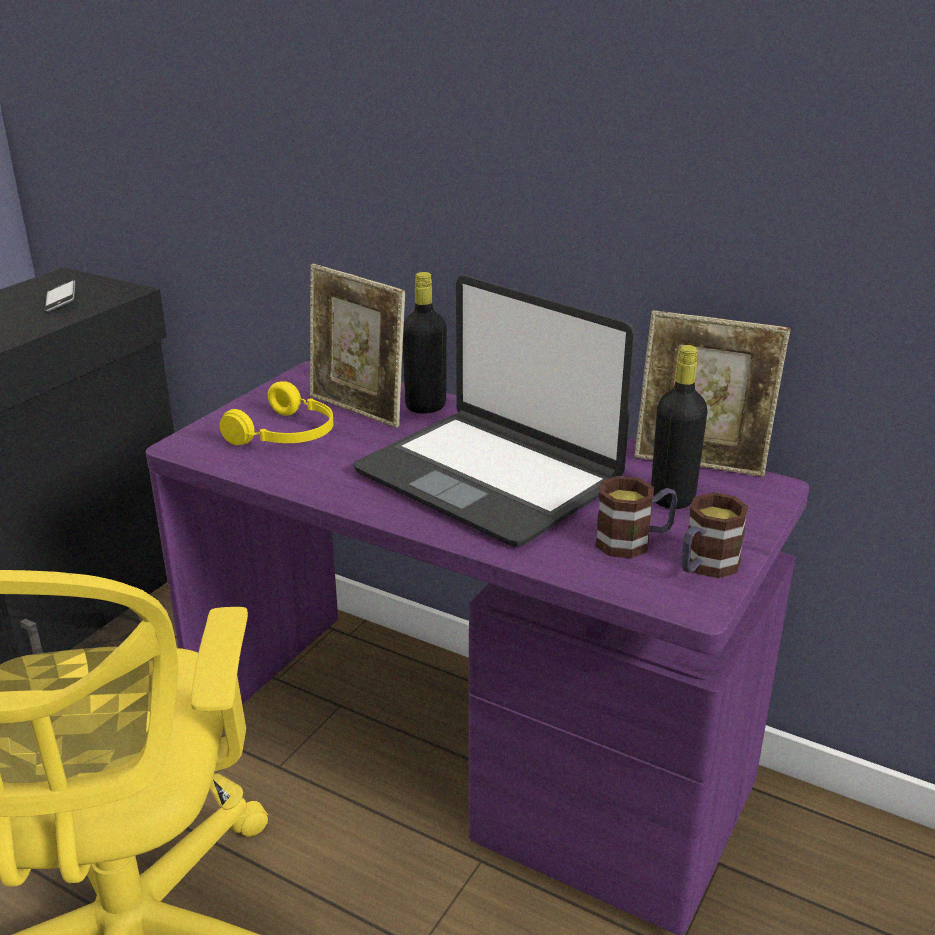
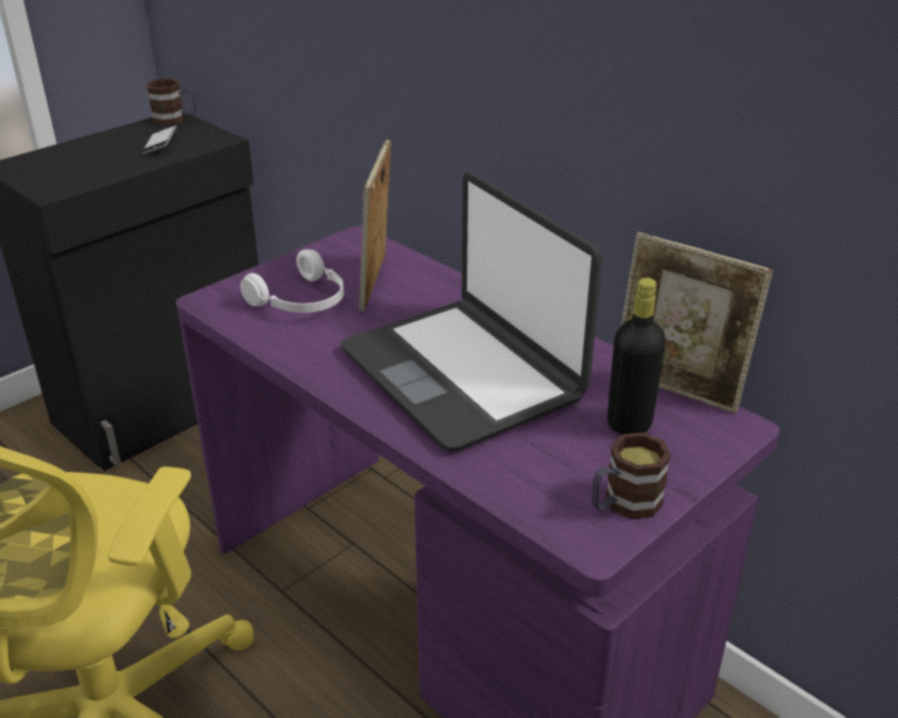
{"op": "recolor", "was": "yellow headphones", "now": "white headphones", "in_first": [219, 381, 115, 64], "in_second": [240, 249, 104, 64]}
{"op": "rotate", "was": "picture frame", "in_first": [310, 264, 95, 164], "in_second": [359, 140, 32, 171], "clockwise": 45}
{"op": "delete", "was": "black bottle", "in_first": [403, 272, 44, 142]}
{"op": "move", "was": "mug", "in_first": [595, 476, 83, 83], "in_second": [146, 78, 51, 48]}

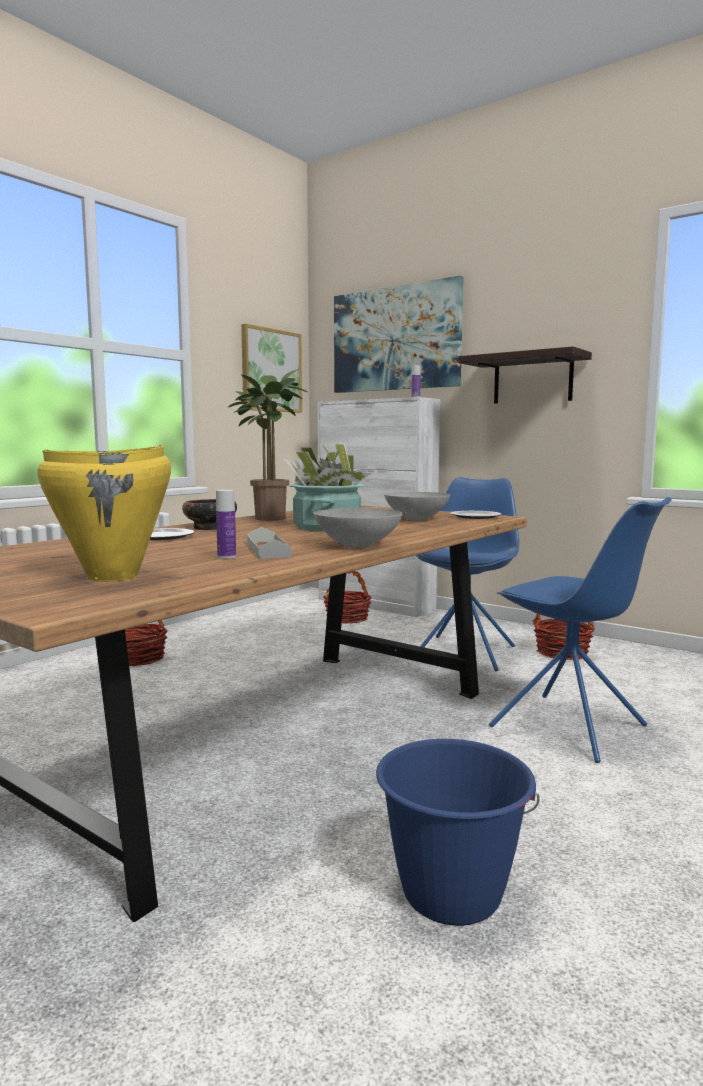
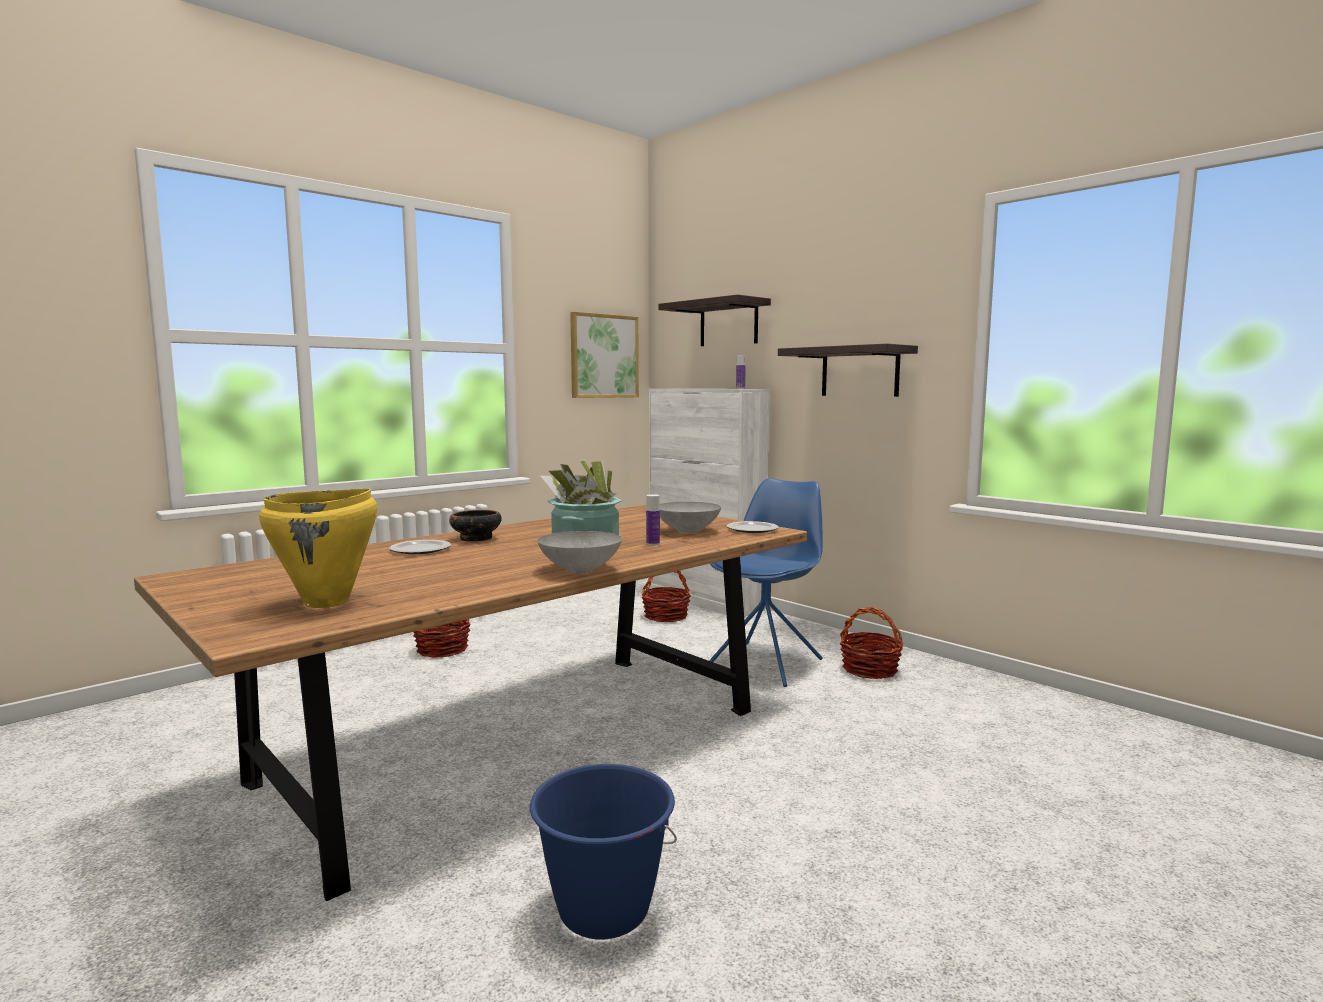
{"op": "move", "was": "bottle", "in_first": [216, 490, 20, 69], "in_second": [646, 494, 14, 51]}
{"op": "delete", "was": "potted plant", "in_first": [227, 369, 80, 152]}
{"op": "delete", "was": "grey tray", "in_first": [247, 527, 45, 32]}
{"op": "replace", "was": "picture", "now": "shelf", "in_first": [334, 276, 129, 117], "in_second": [658, 295, 113, 51]}
{"op": "delete", "was": "blue chair", "in_first": [489, 497, 183, 266]}

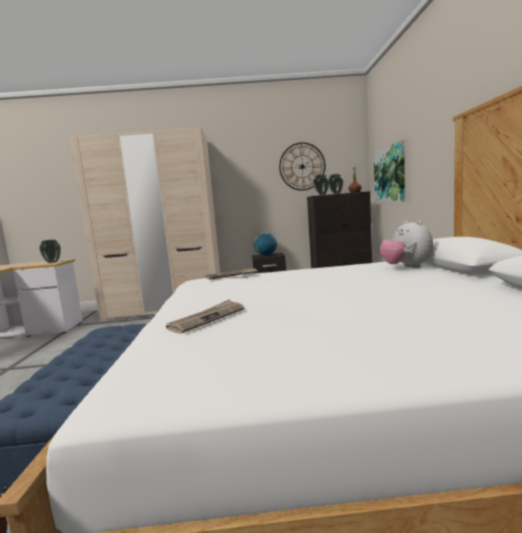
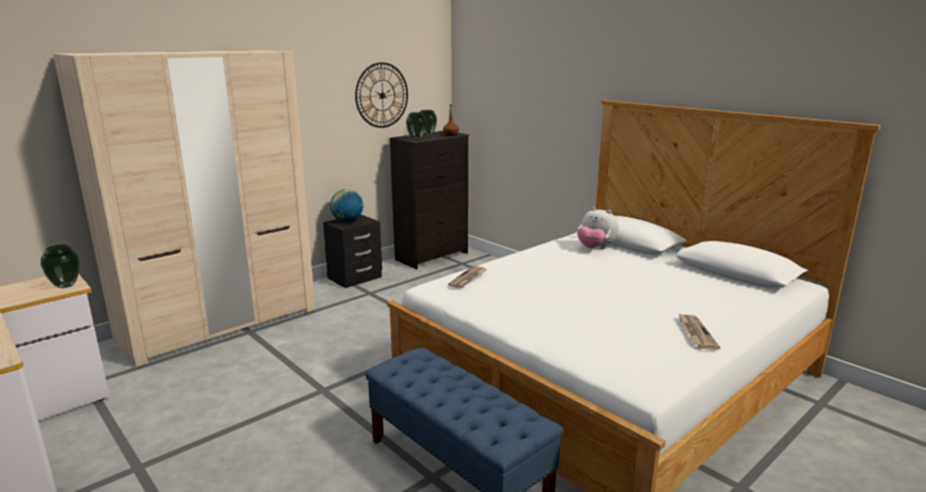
{"op": "move", "was": "newspaper", "in_first": [166, 299, 78, 35], "in_second": [678, 313, 42, 37]}
{"op": "delete", "was": "picture", "in_first": [374, 140, 31, 64]}

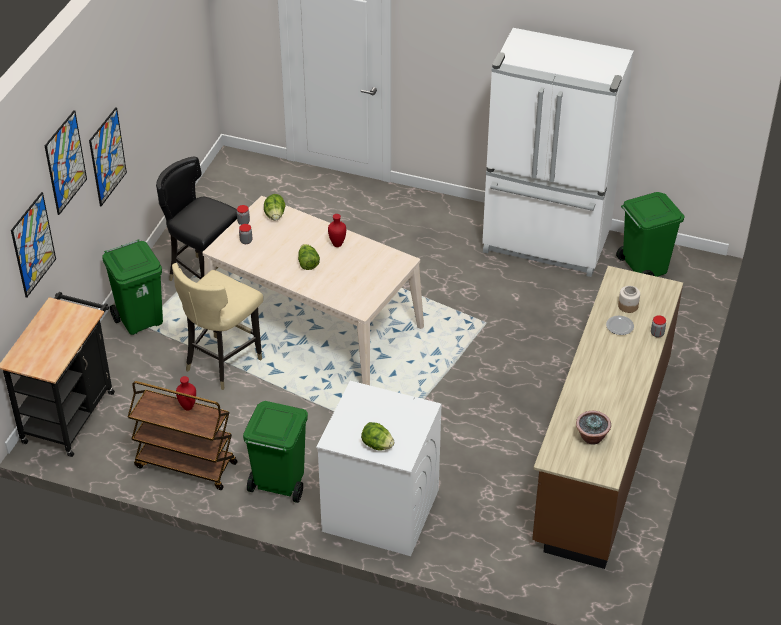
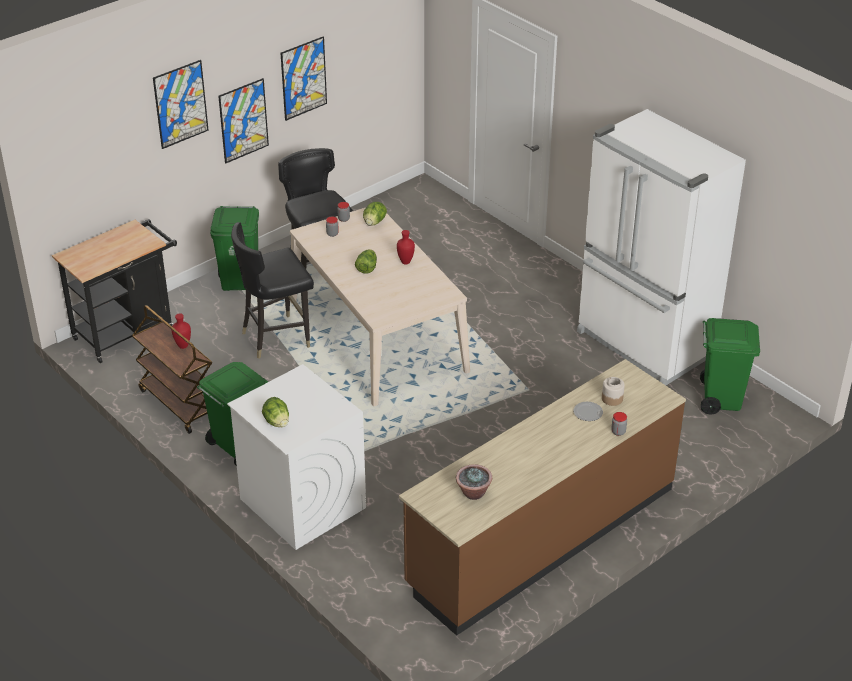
{"op": "move", "was": "picture", "in_first": [11, 192, 45, 106], "in_second": [281, 37, 46, 84]}
{"op": "recolor", "was": "beige chair", "now": "black chair", "in_first": [172, 263, 91, 127], "in_second": [231, 222, 83, 137]}

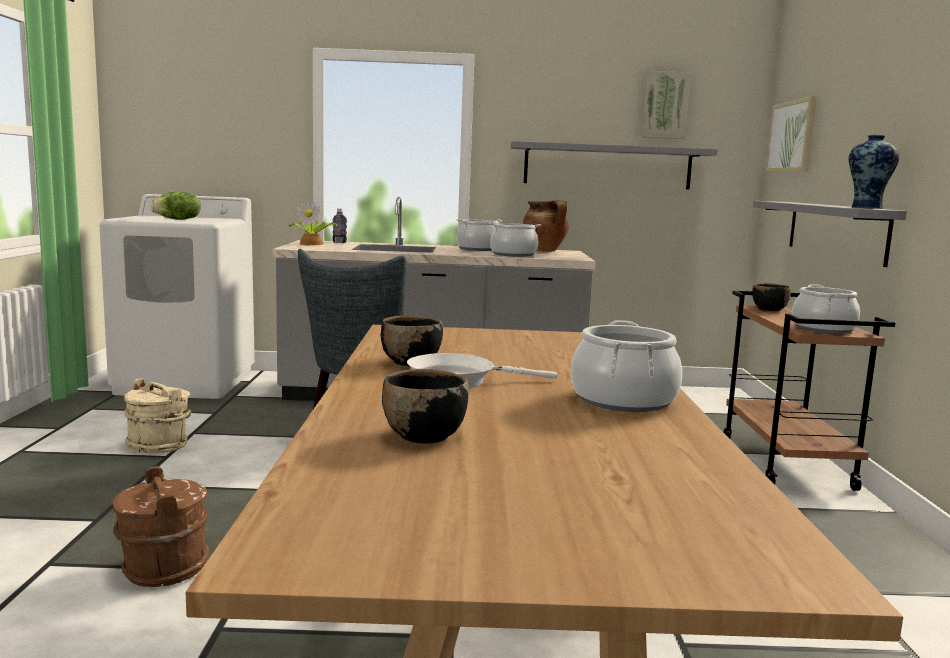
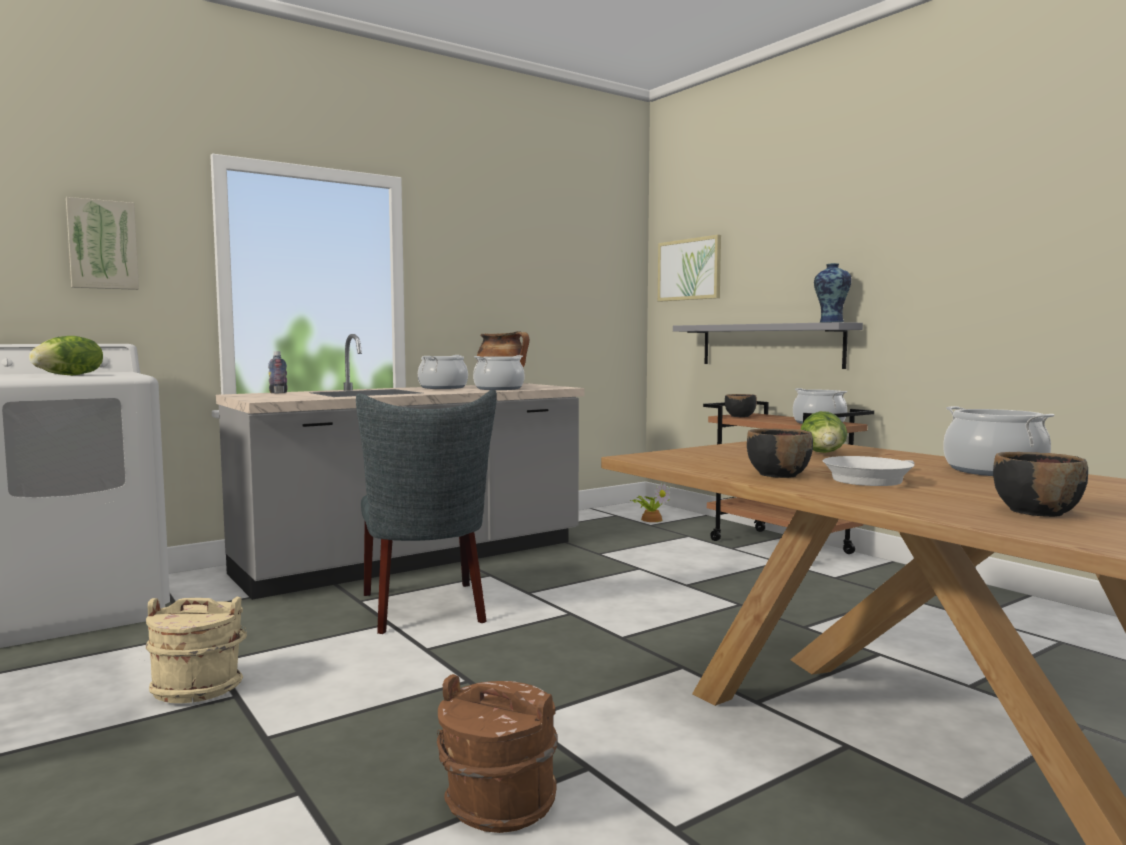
{"op": "move", "was": "potted plant", "in_first": [289, 200, 48, 45], "in_second": [630, 482, 41, 40]}
{"op": "delete", "was": "grey shelf", "in_first": [511, 141, 206, 49]}
{"op": "move", "was": "picture", "in_first": [641, 71, 50, 68], "in_second": [66, 197, 73, 93]}
{"op": "insert", "now": "lettuce", "in_second": [801, 411, 47, 42]}

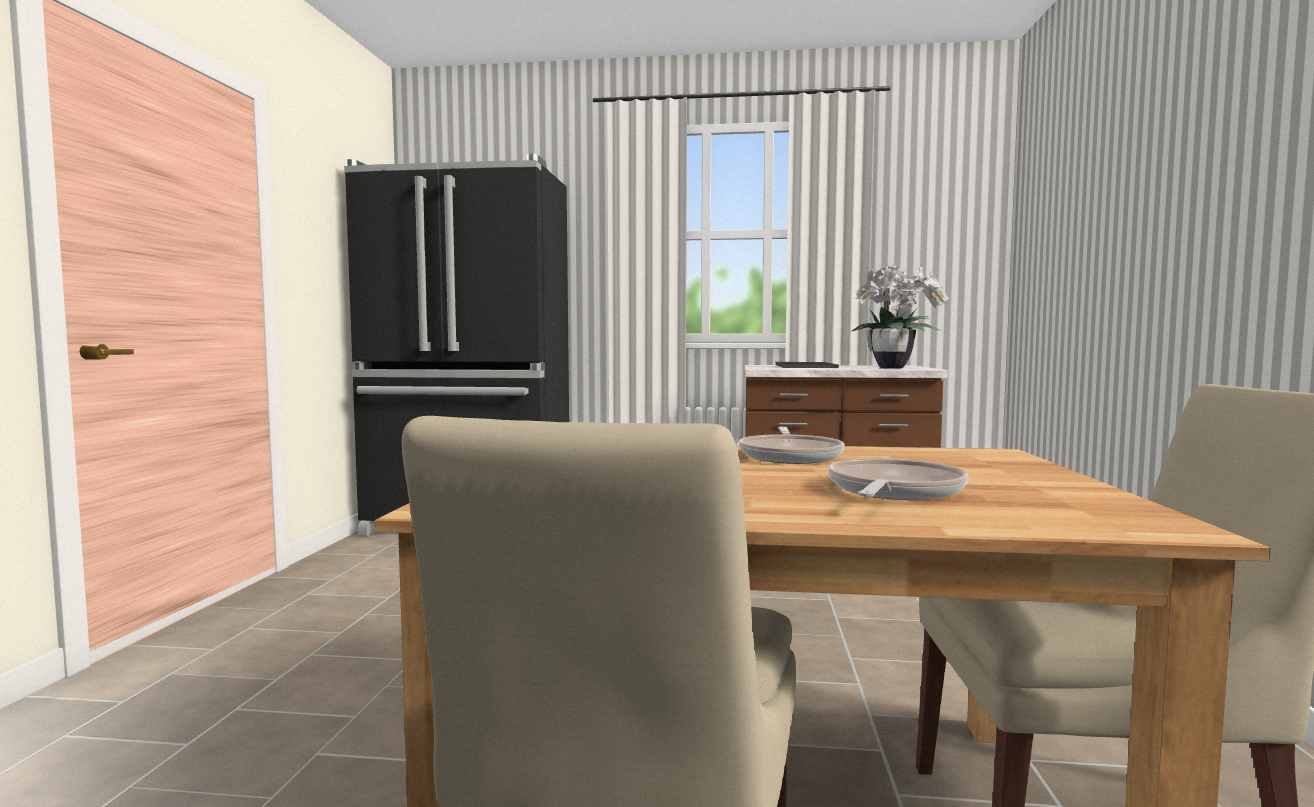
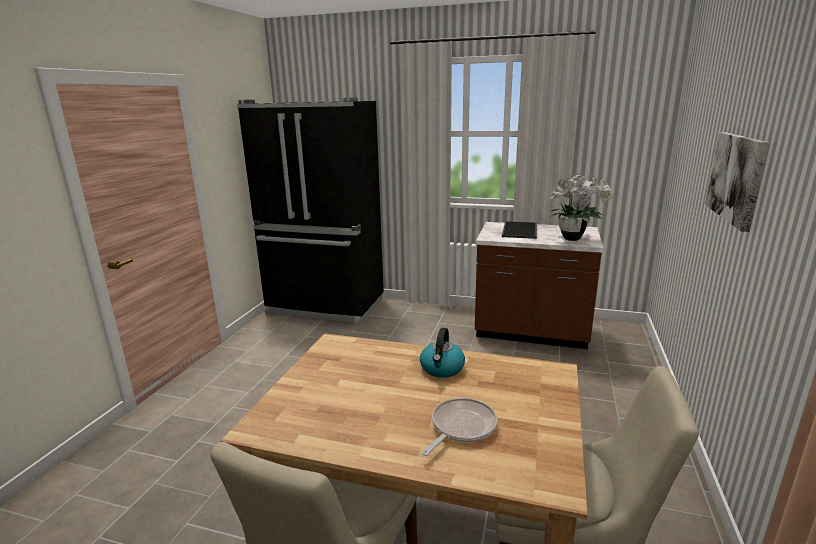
{"op": "replace", "was": "frying pan", "now": "kettle", "in_first": [739, 427, 106, 37], "in_second": [420, 328, 45, 50]}
{"op": "insert", "now": "picture", "in_second": [705, 132, 65, 100]}

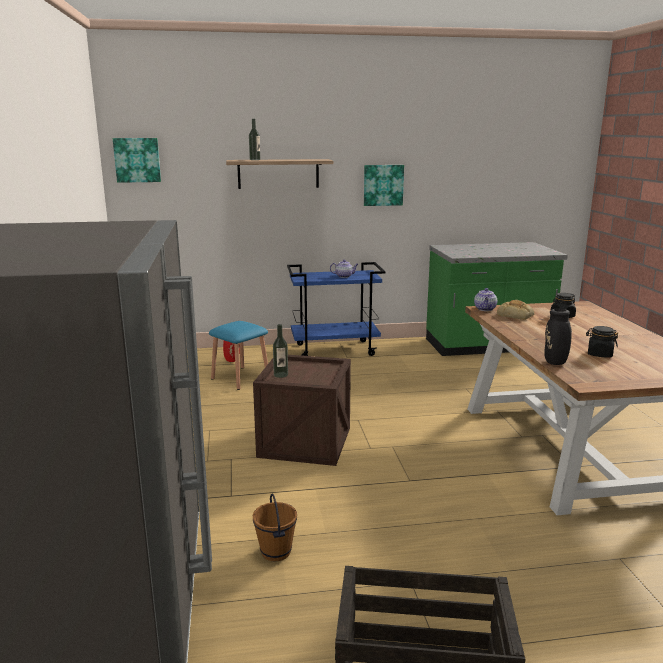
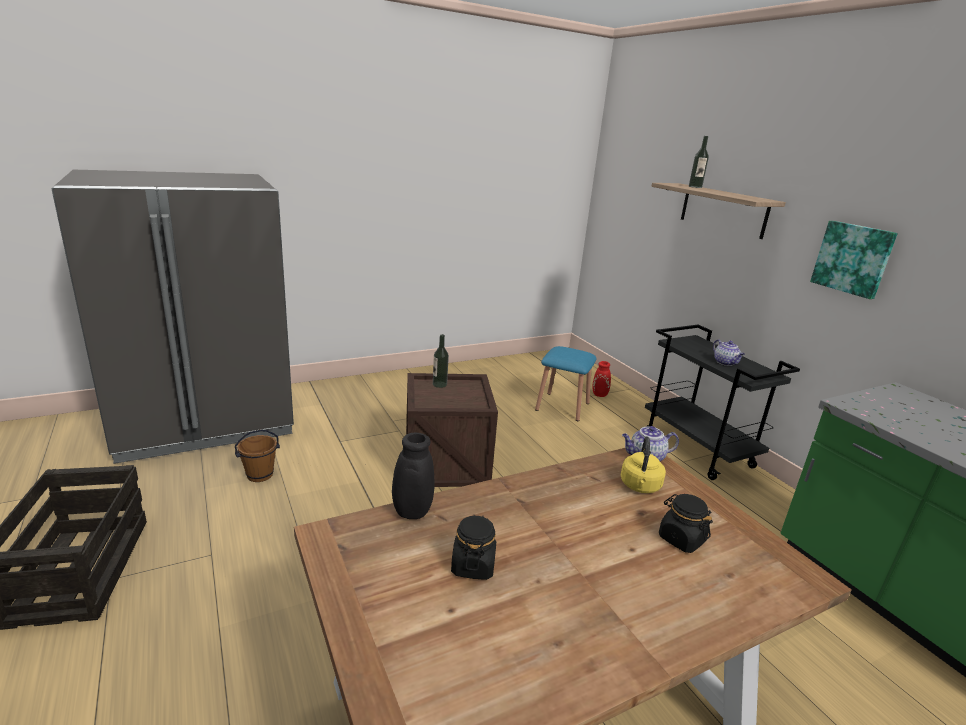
{"op": "delete", "was": "picture", "in_first": [113, 138, 48, 45]}
{"op": "recolor", "was": "blue cart", "now": "black cart", "in_first": [287, 262, 98, 94], "in_second": [645, 325, 155, 155]}
{"op": "replace", "was": "bread", "now": "yellow kettle", "in_first": [497, 300, 38, 20], "in_second": [621, 436, 45, 57]}

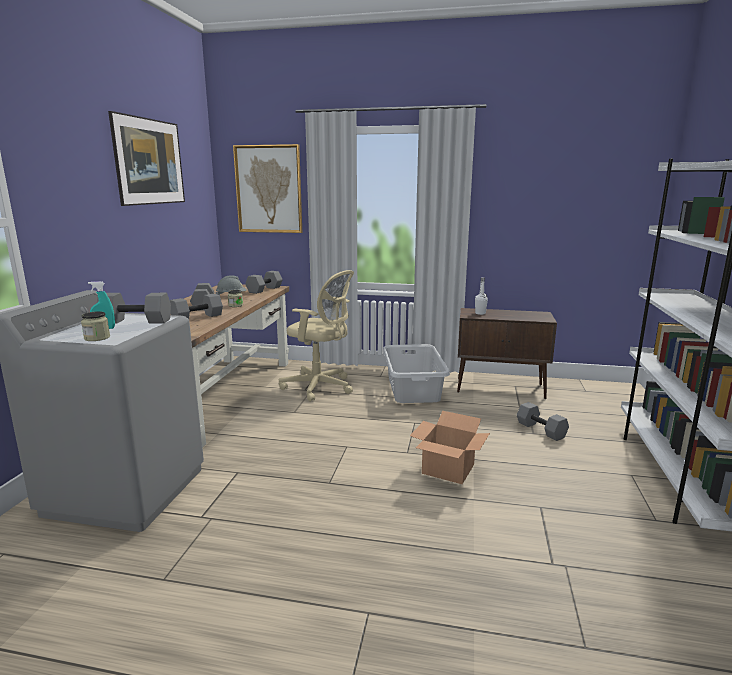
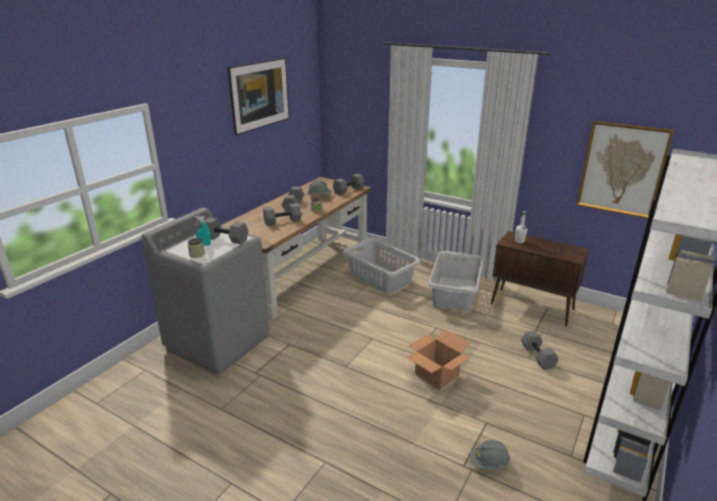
{"op": "move", "was": "picture", "in_first": [233, 144, 69, 89], "in_second": [576, 121, 98, 97]}
{"op": "replace", "was": "beige office chair", "now": "grey laundry basket", "in_first": [279, 270, 75, 132], "in_second": [343, 238, 78, 56]}
{"op": "insert", "now": "grey hard hat", "in_second": [470, 440, 40, 30]}

